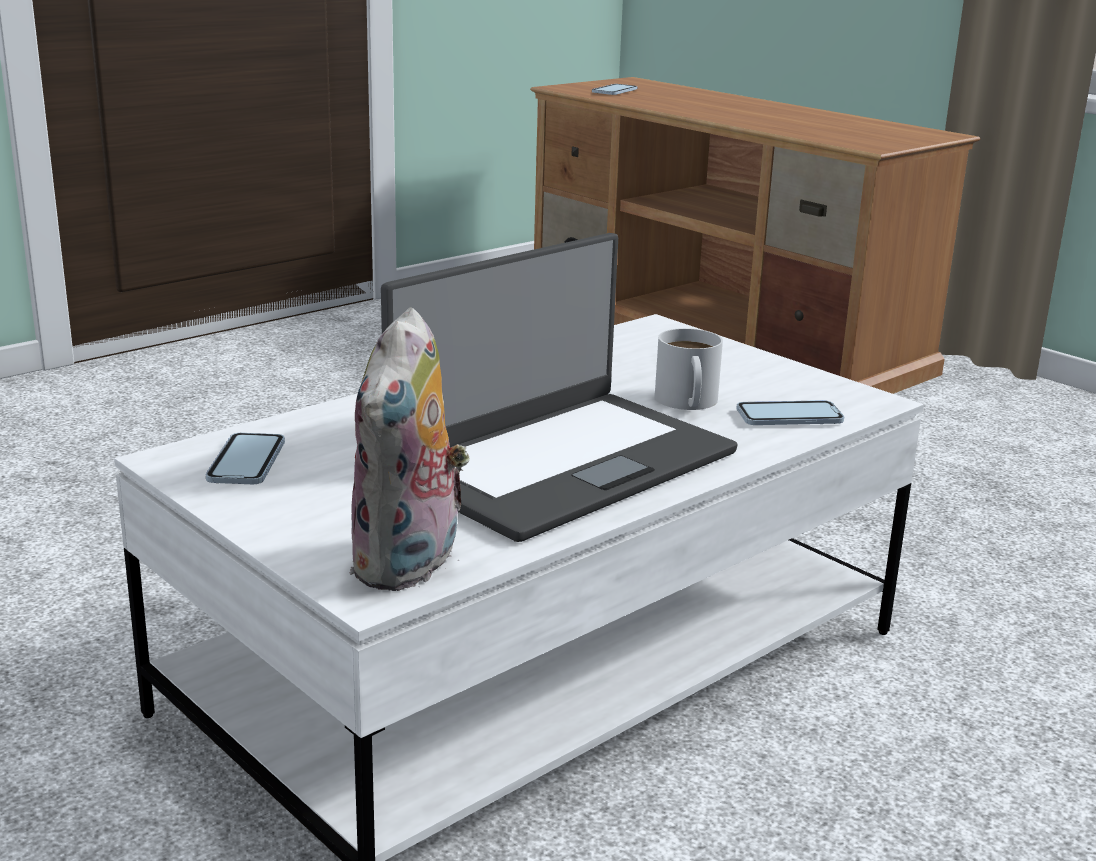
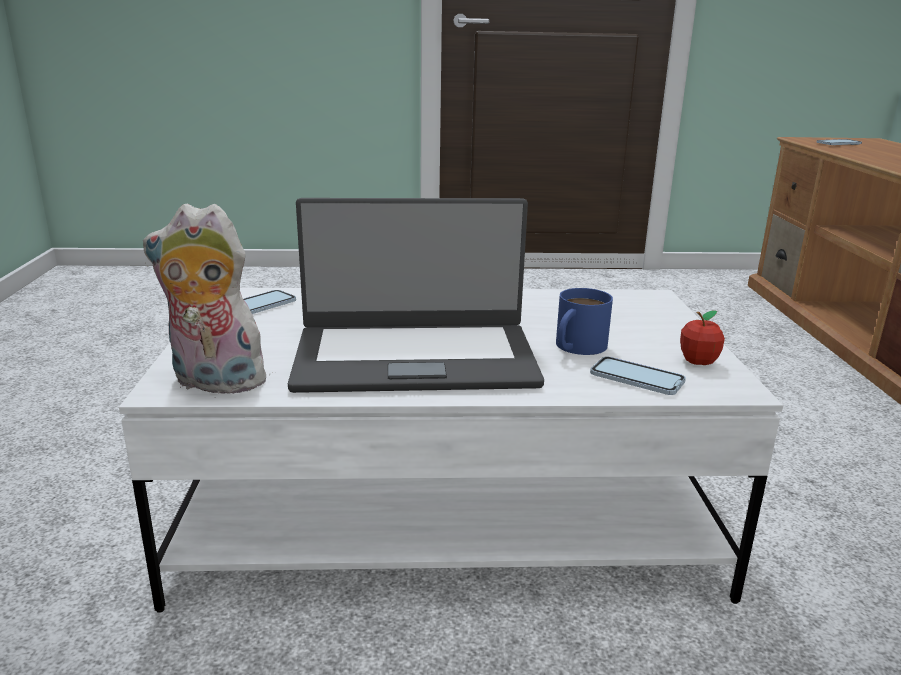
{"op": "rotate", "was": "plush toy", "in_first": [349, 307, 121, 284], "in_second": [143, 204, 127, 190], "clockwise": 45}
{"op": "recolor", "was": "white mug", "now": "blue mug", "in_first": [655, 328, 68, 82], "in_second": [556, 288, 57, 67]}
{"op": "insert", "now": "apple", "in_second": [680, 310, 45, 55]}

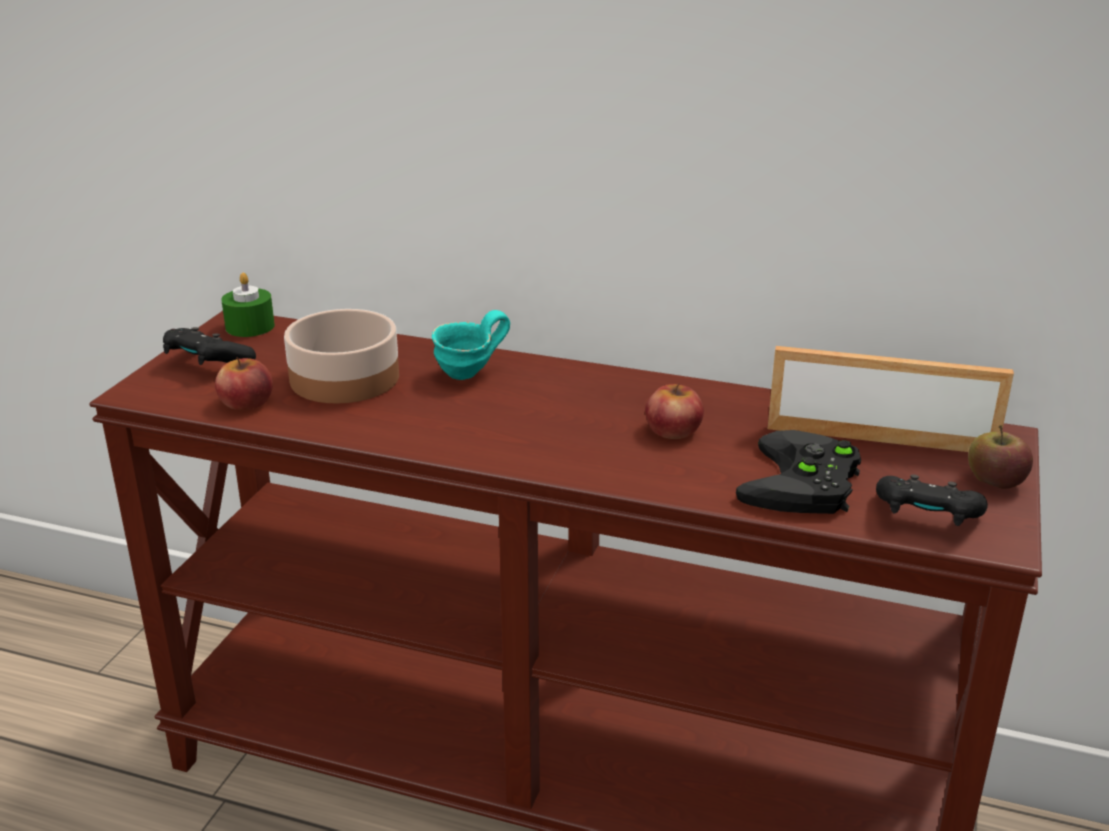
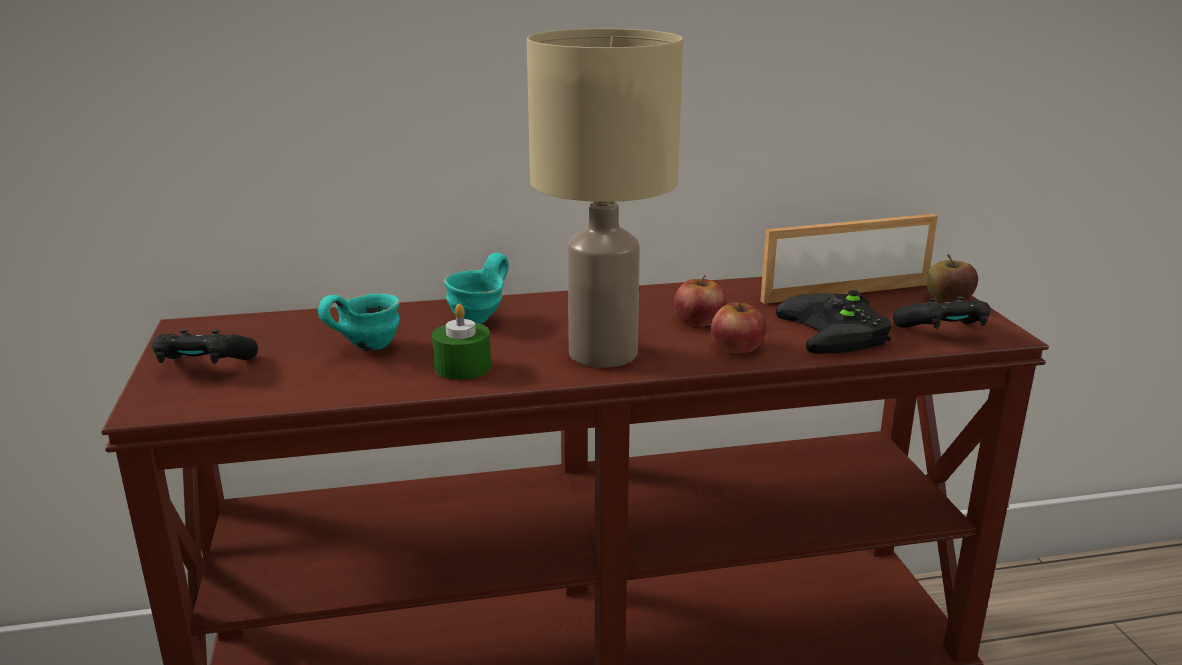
{"op": "move", "was": "apple", "in_first": [215, 357, 58, 53], "in_second": [711, 300, 55, 53]}
{"op": "move", "was": "green candle", "in_first": [221, 272, 54, 65], "in_second": [432, 304, 59, 76]}
{"op": "replace", "was": "bowl", "now": "turquoise mug", "in_first": [284, 309, 115, 95], "in_second": [318, 294, 82, 57]}
{"op": "insert", "now": "beige table lamp", "in_second": [527, 29, 156, 339]}

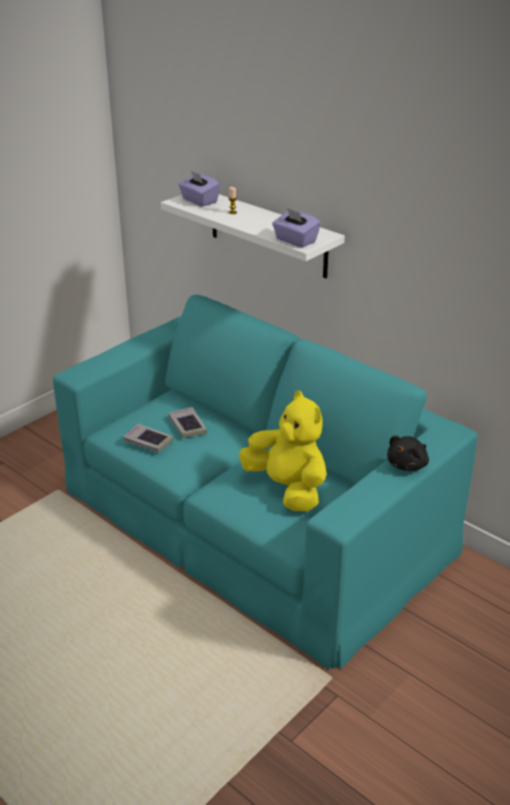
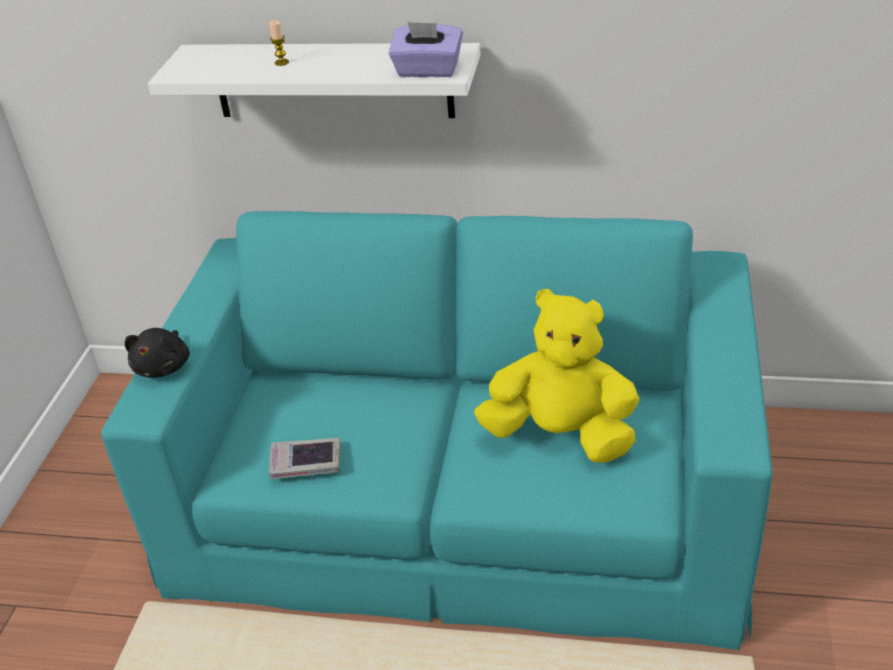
{"op": "delete", "was": "book", "in_first": [168, 407, 39, 31]}
{"op": "delete", "was": "purple tissue box", "in_first": [179, 171, 41, 36]}
{"op": "move", "was": "black plush toy", "in_first": [387, 435, 42, 36], "in_second": [125, 328, 65, 50]}

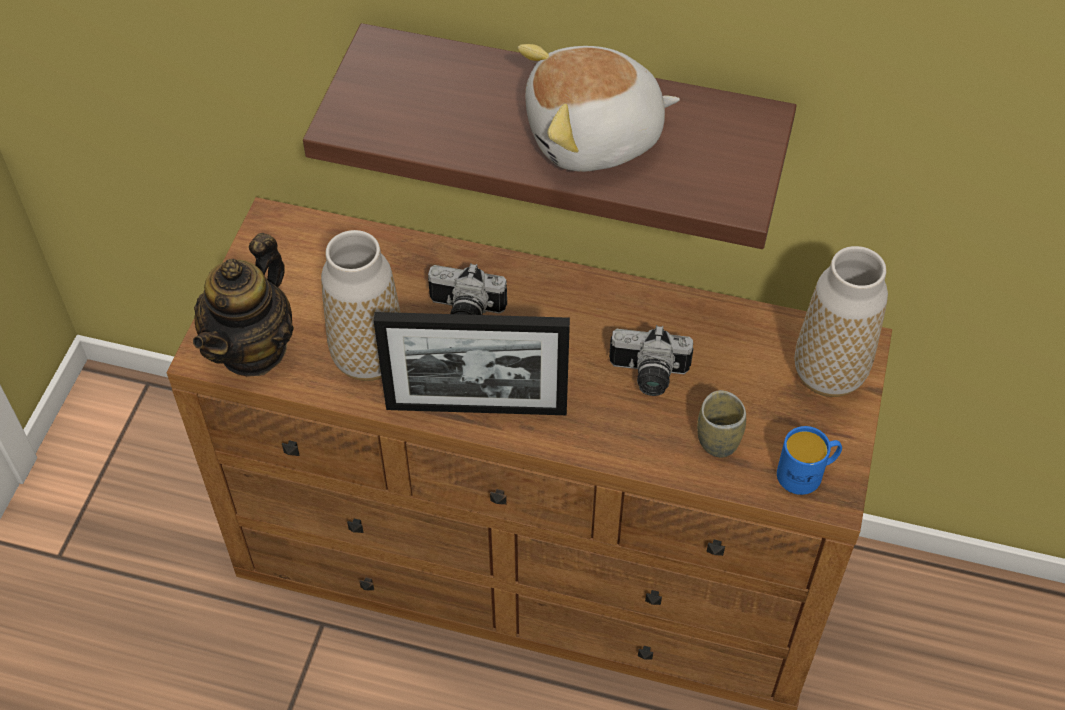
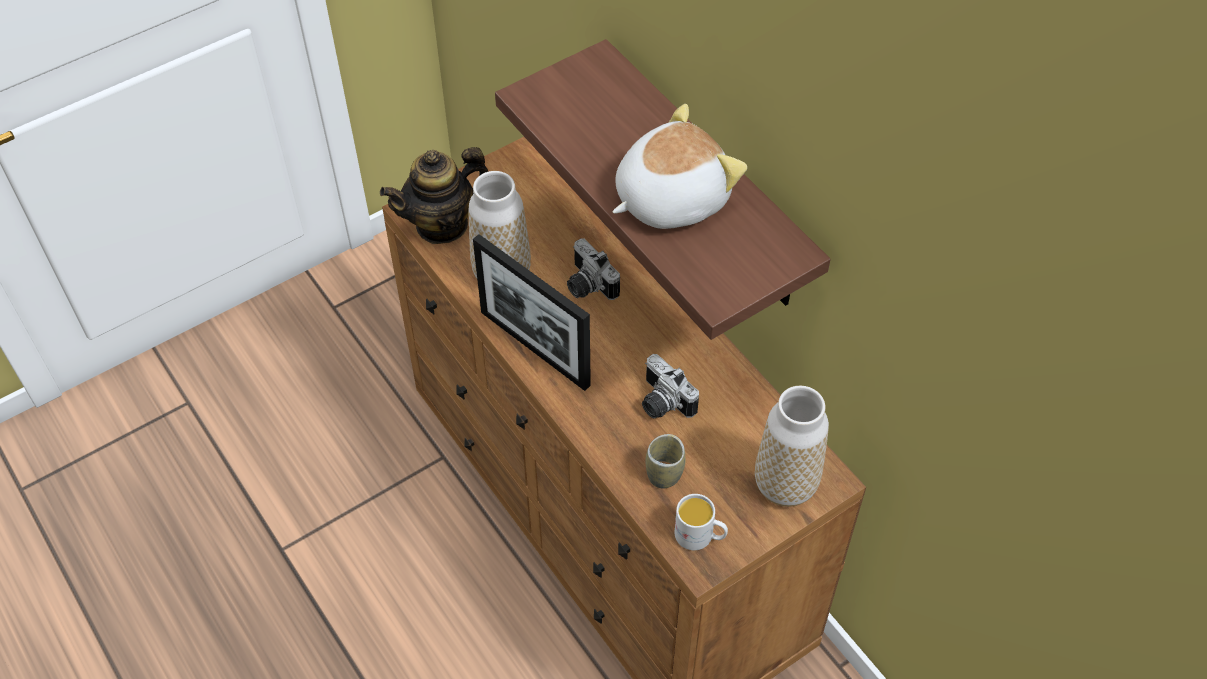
{"op": "rotate", "was": "plush toy", "in_first": [518, 44, 162, 128], "in_second": [613, 104, 134, 125], "clockwise": 120}
{"op": "recolor", "was": "blue mug", "now": "white mug", "in_first": [777, 426, 65, 69], "in_second": [674, 494, 54, 56]}

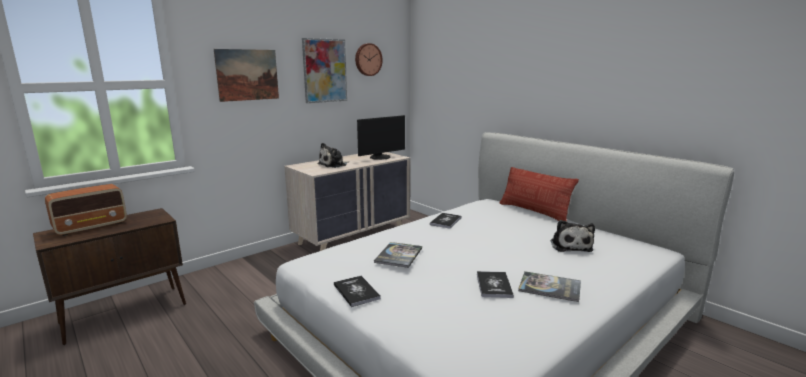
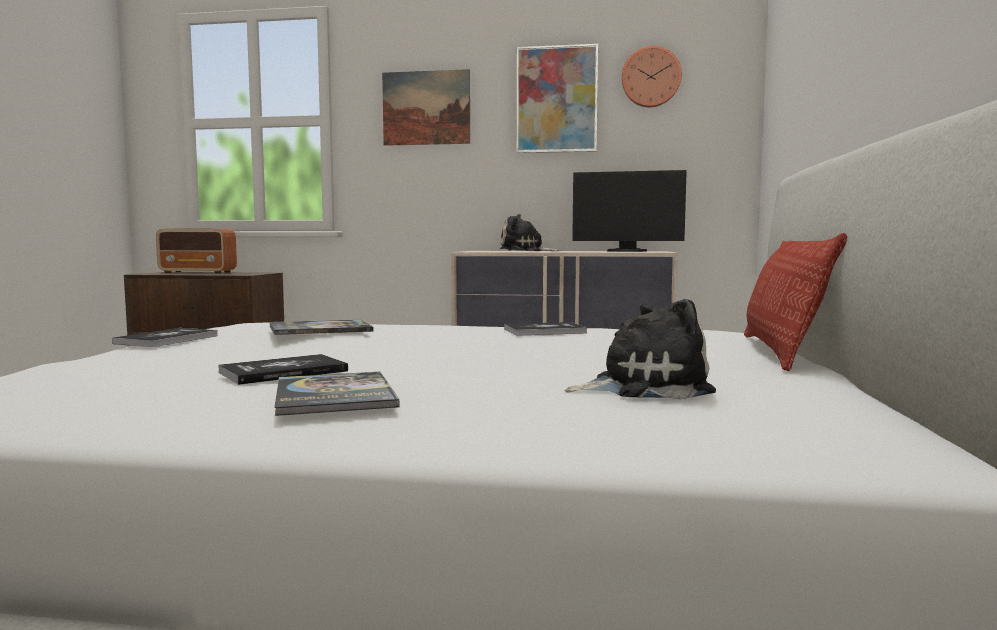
{"op": "rotate", "was": "plush toy", "in_first": [550, 220, 45, 32], "in_second": [564, 299, 152, 101], "clockwise": -150}

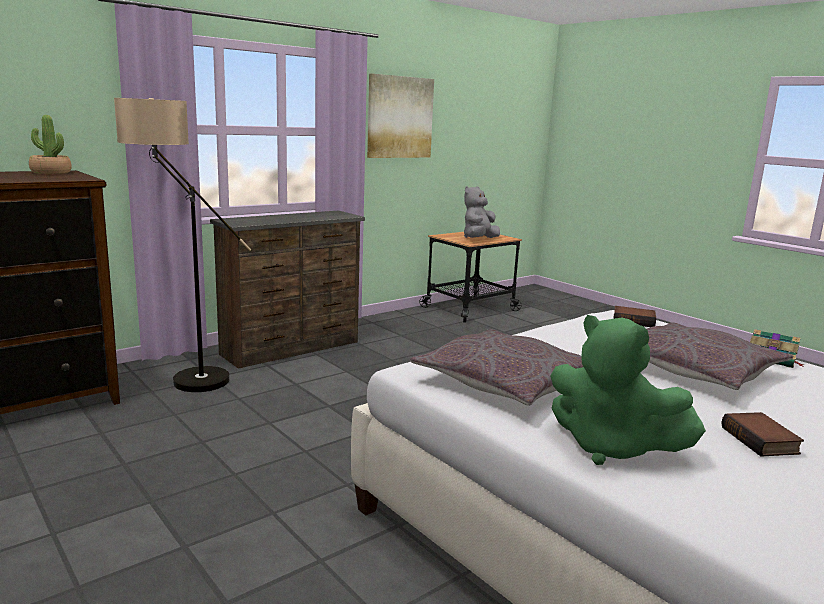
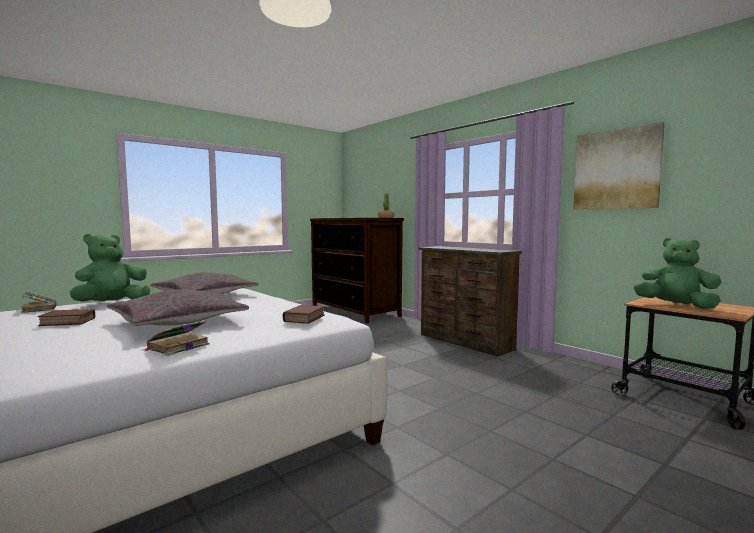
{"op": "delete", "was": "floor lamp", "in_first": [114, 98, 137, 294]}
{"op": "recolor", "was": "grey plush toy", "now": "green plush toy", "in_first": [464, 186, 36, 52], "in_second": [633, 238, 88, 71]}
{"op": "insert", "now": "book", "in_second": [21, 291, 36, 22]}

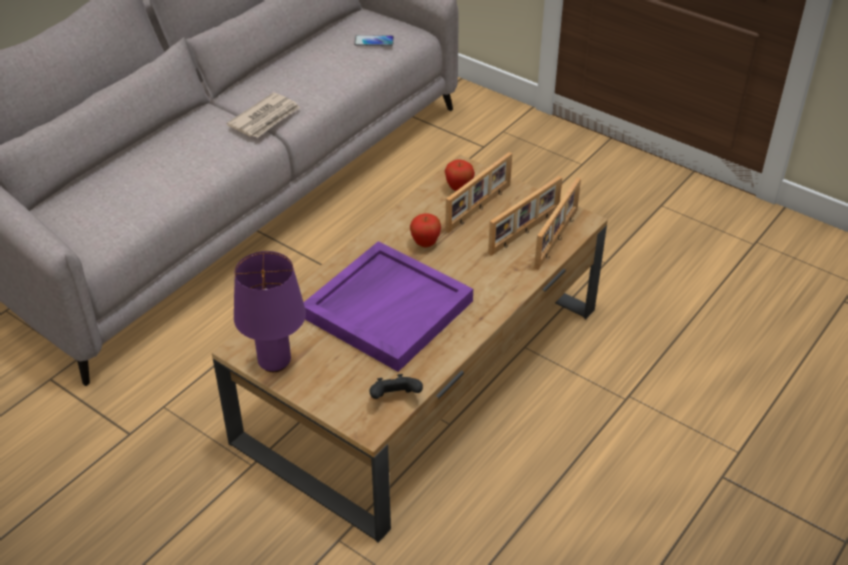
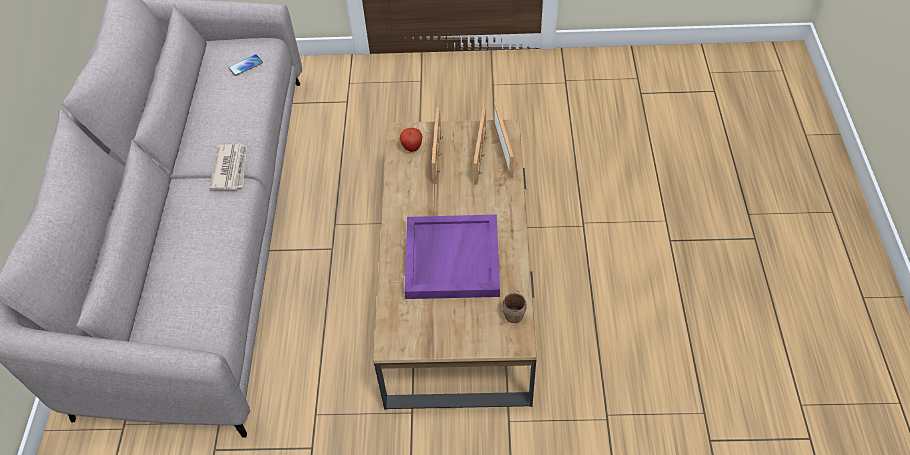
{"op": "delete", "was": "purple table lamp", "in_first": [234, 251, 72, 121]}
{"op": "replace", "was": "black game controller", "now": "brown mug", "in_first": [370, 374, 53, 25], "in_second": [502, 291, 25, 32]}
{"op": "delete", "was": "apple", "in_first": [410, 213, 31, 34]}

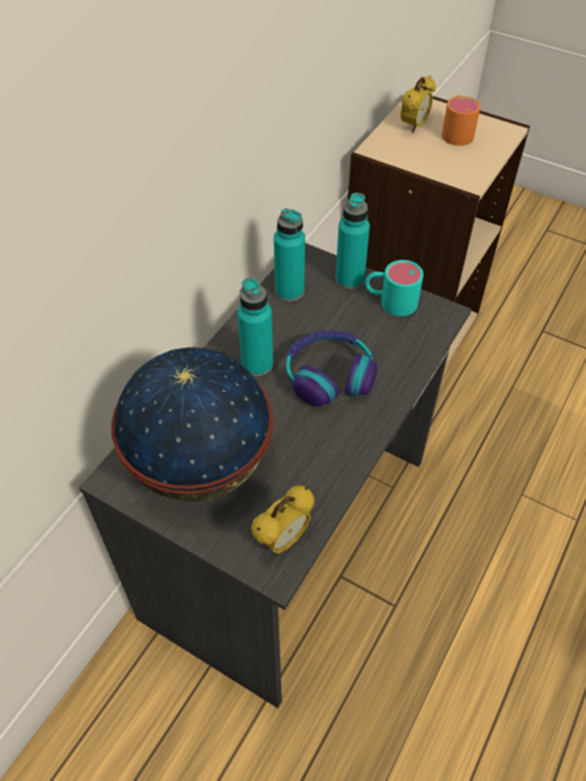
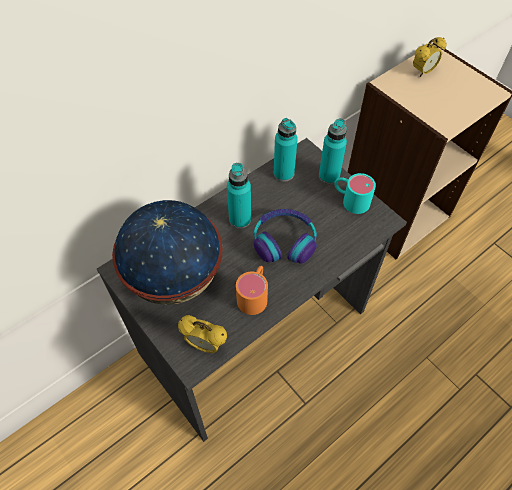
{"op": "rotate", "was": "alarm clock", "in_first": [251, 486, 64, 68], "in_second": [178, 315, 49, 38], "clockwise": 45}
{"op": "move", "was": "orange mug", "in_first": [442, 95, 39, 51], "in_second": [236, 266, 32, 49]}

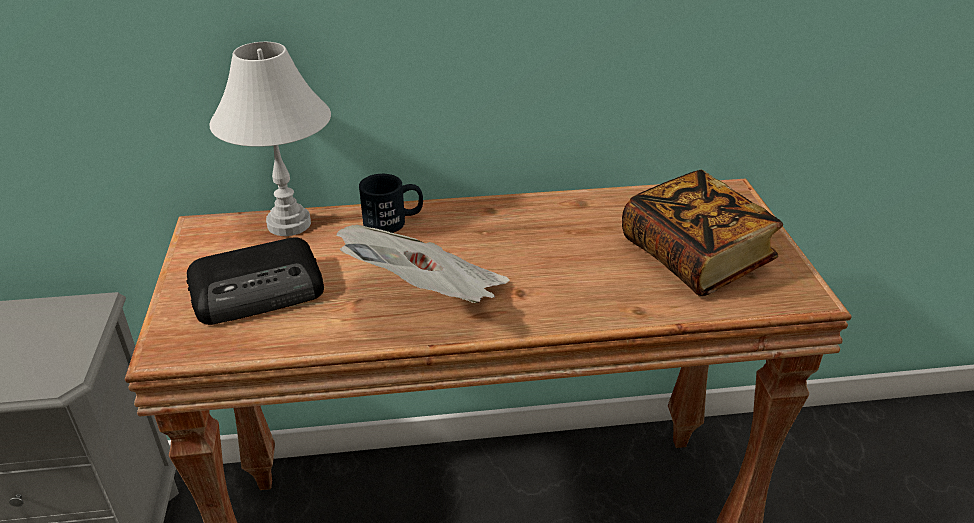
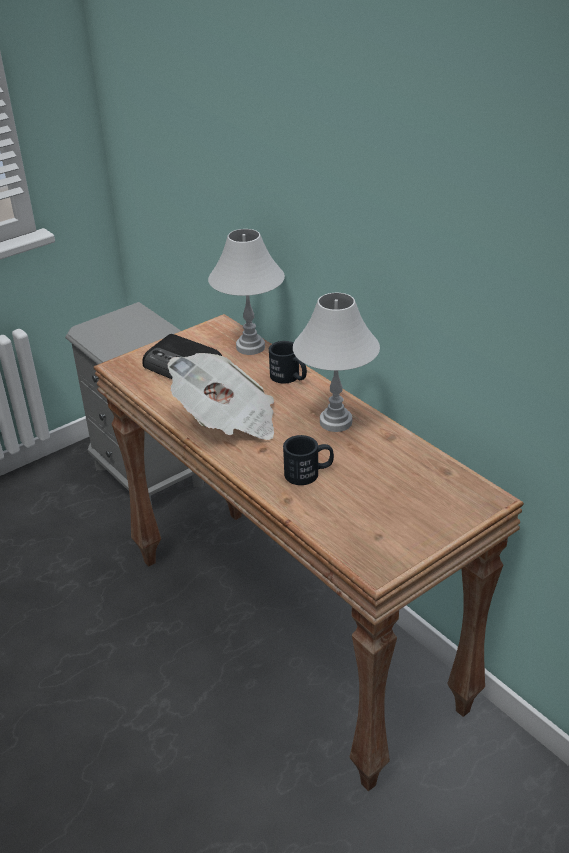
{"op": "delete", "was": "book", "in_first": [622, 170, 161, 126]}
{"op": "insert", "now": "black mug", "in_second": [283, 435, 51, 50]}
{"op": "insert", "now": "white table lamp", "in_second": [293, 293, 87, 139]}

